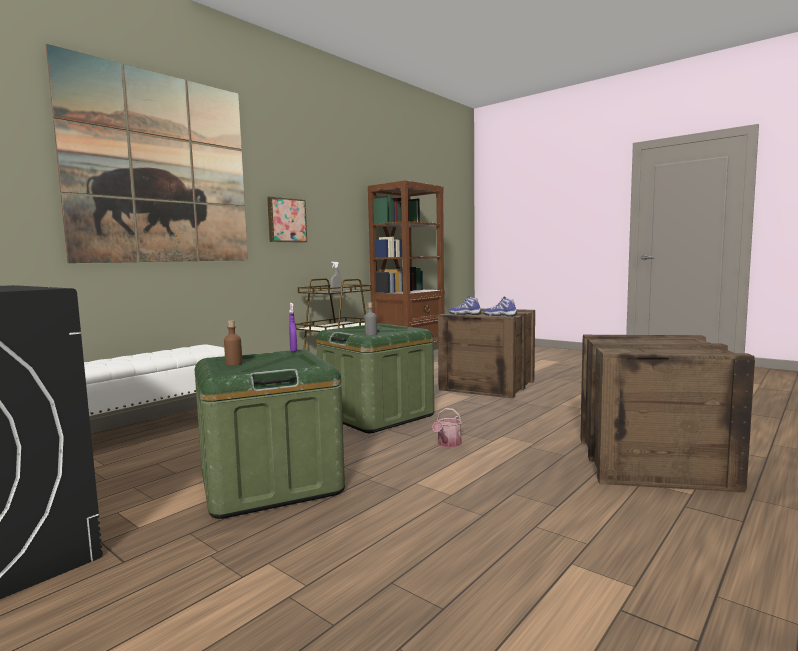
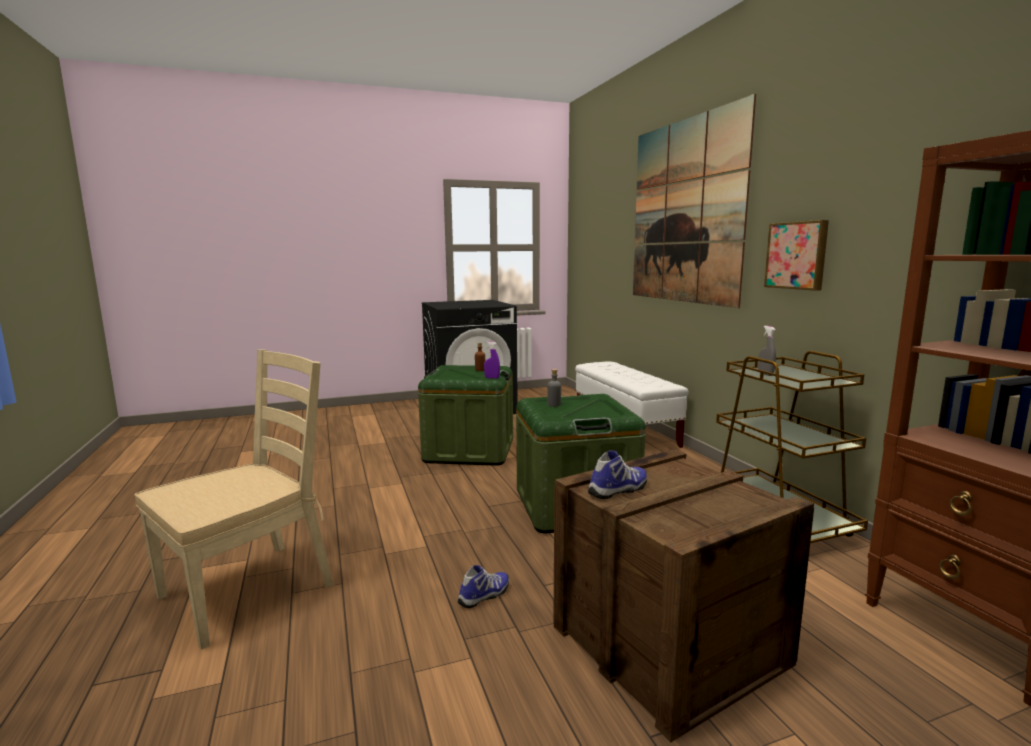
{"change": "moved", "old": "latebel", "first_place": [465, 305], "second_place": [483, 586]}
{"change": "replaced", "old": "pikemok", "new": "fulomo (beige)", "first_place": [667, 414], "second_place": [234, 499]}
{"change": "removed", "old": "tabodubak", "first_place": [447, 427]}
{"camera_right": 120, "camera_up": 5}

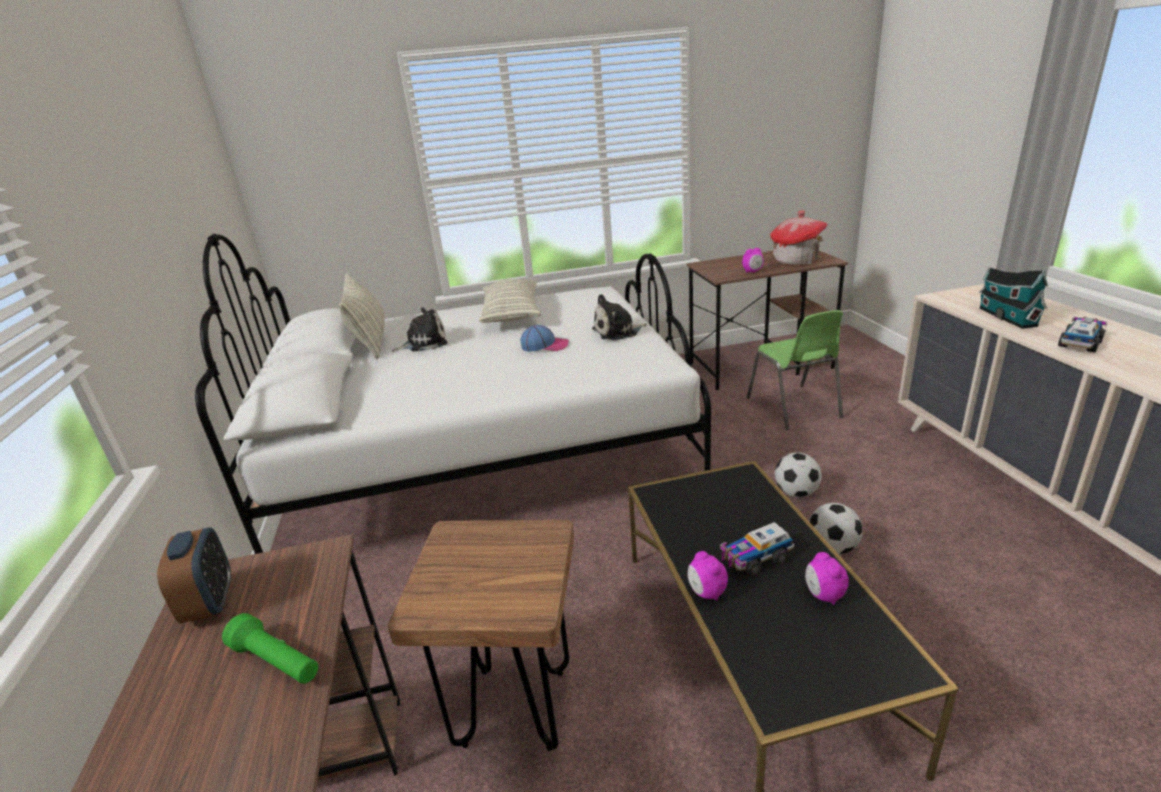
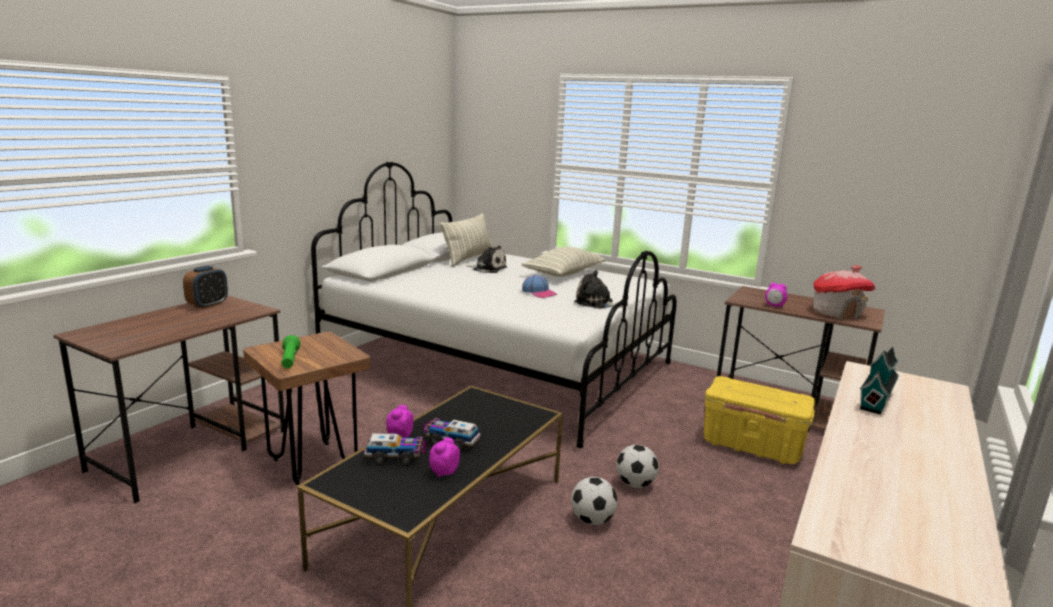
{"change": "replaced", "old": "fulomo (green)", "new": "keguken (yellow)", "first_place": [795, 370], "second_place": [760, 420]}
{"change": "moved", "old": "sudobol", "first_place": [1082, 335], "second_place": [395, 449]}
{"change": "moved", "old": "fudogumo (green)", "first_place": [270, 648], "second_place": [291, 351]}
{"camera_right": 40, "camera_up": -10}

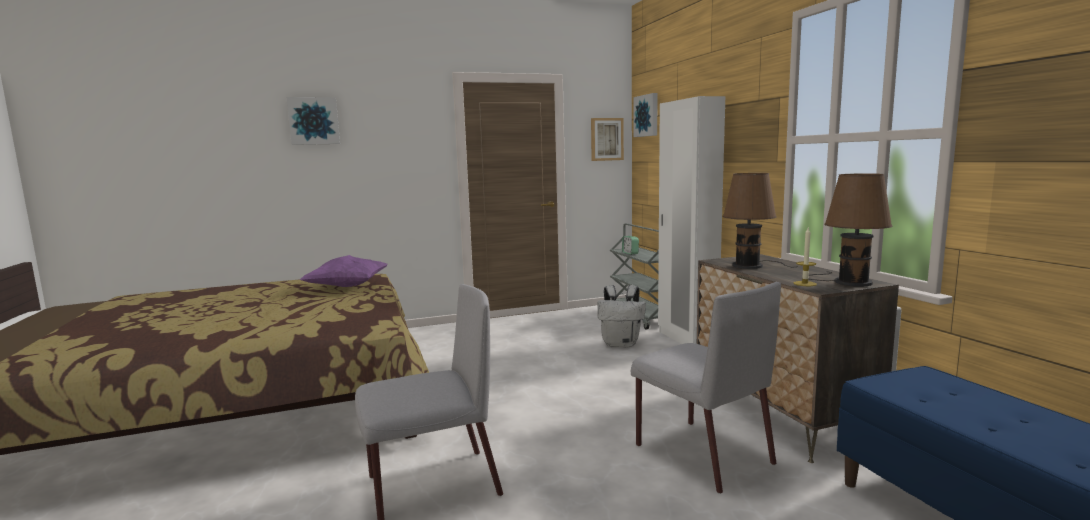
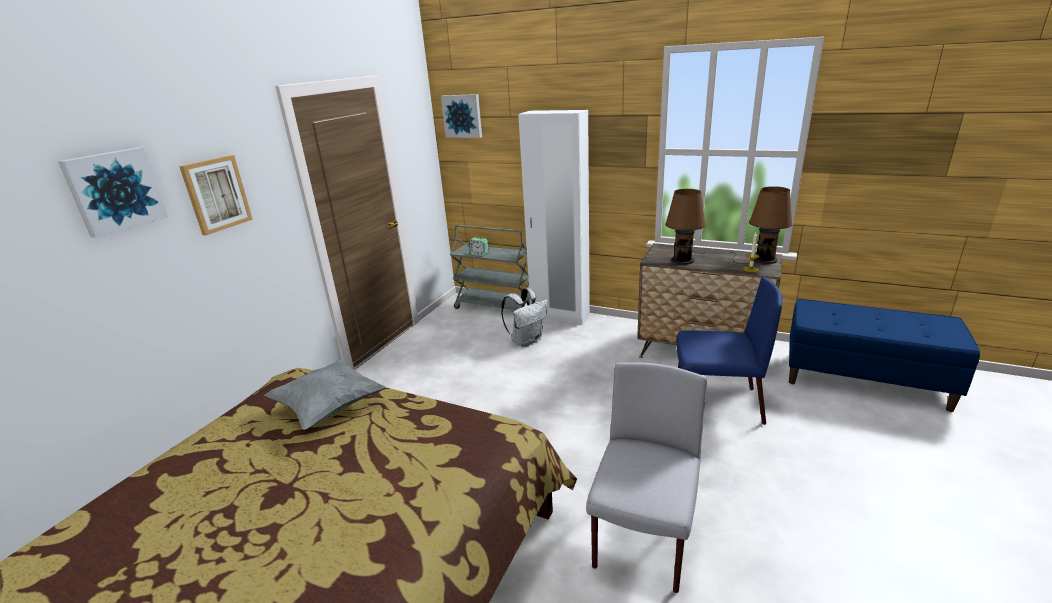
{"change": "moved", "old": "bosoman", "first_place": [607, 139], "second_place": [216, 195]}
{"change": "recoloured", "old": "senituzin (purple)", "new": "senituzin (grey)", "first_place": [343, 271], "second_place": [324, 394]}
{"change": "recoloured", "old": "fulomo (grey)", "new": "fulomo (blue)", "first_place": [706, 388], "second_place": [729, 351]}
{"camera_right": -45, "camera_up": 15}

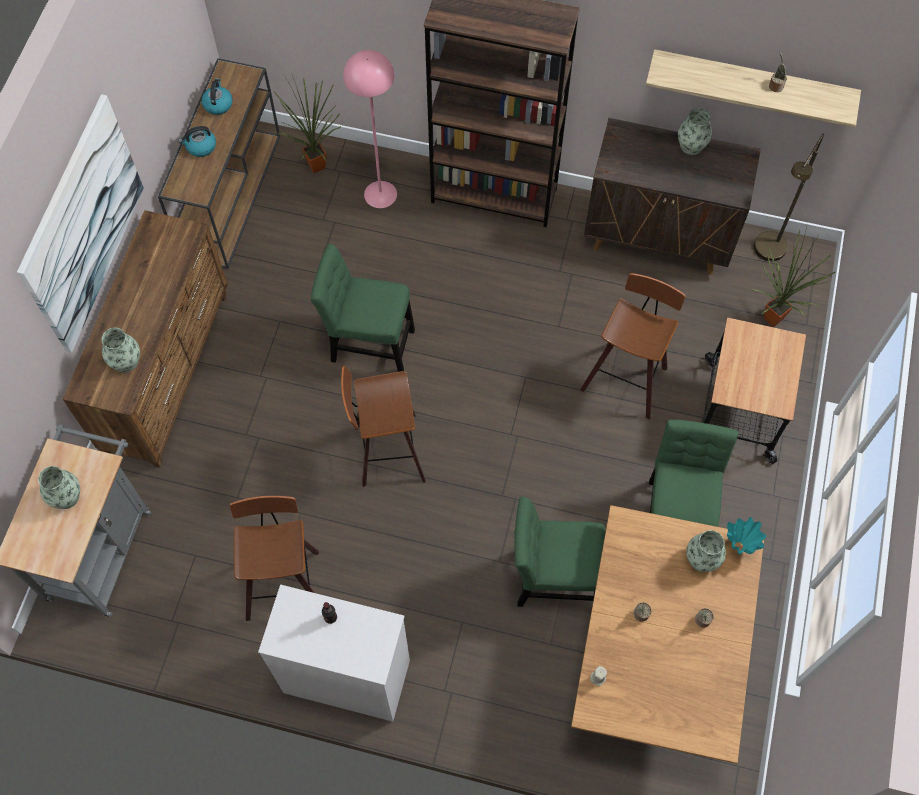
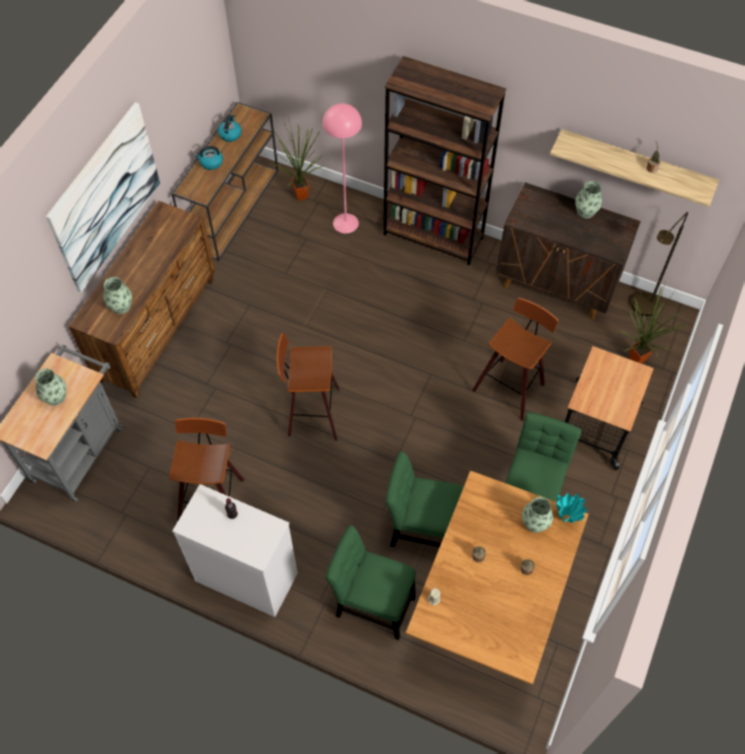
{"change": "moved", "old": "fulomo (green)", "first_place": [363, 308], "second_place": [370, 582]}
{"camera_right": 10, "camera_up": -5}

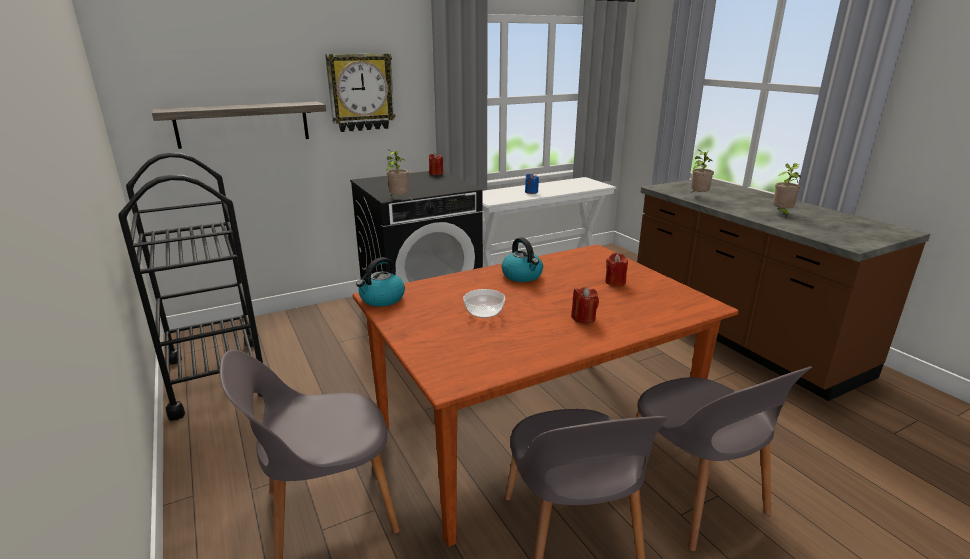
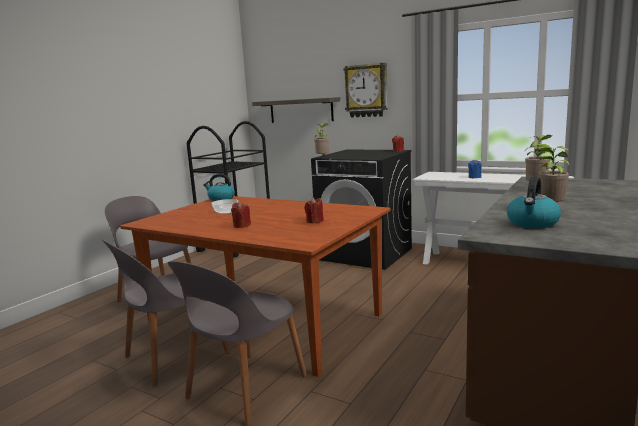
{"change": "moved", "old": "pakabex", "first_place": [522, 259], "second_place": [534, 202]}
{"camera_right": 60, "camera_up": -10}

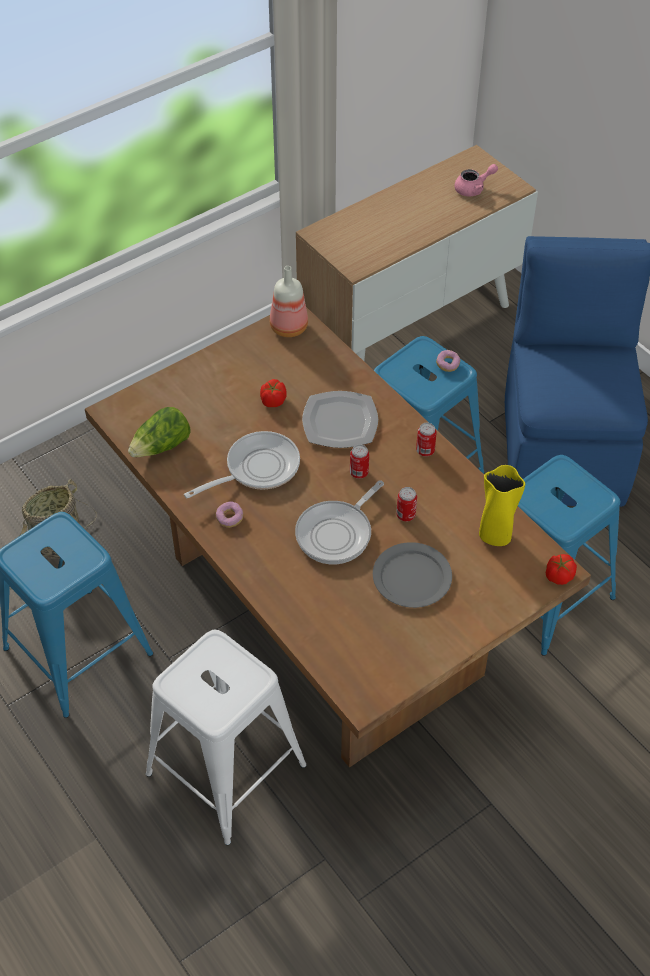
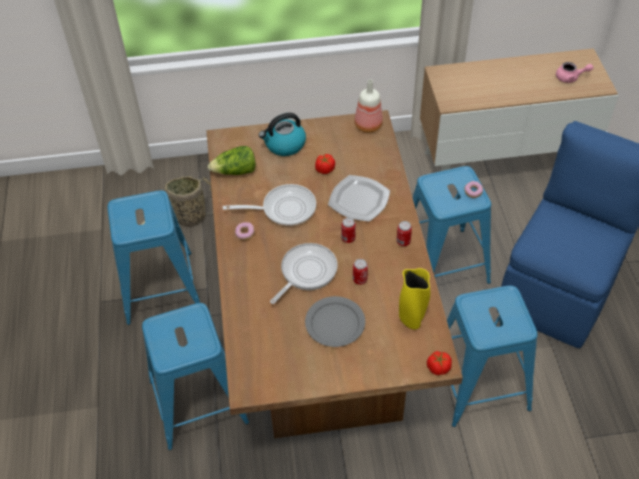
{"change": "turned", "old": "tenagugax", "first_place": [339, 522], "second_place": [304, 273], "degrees": 150}
{"change": "recoloured", "old": "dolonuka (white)", "new": "dolonuka (blue)", "first_place": [226, 737], "second_place": [195, 376]}
{"change": "added", "new": "pakabex", "second_place": [282, 134]}
{"camera_right": 30, "camera_up": 0}

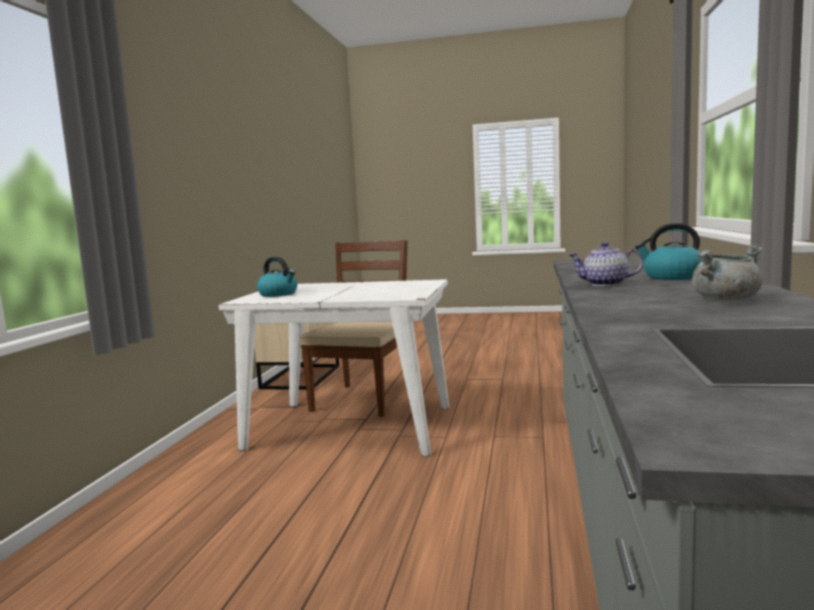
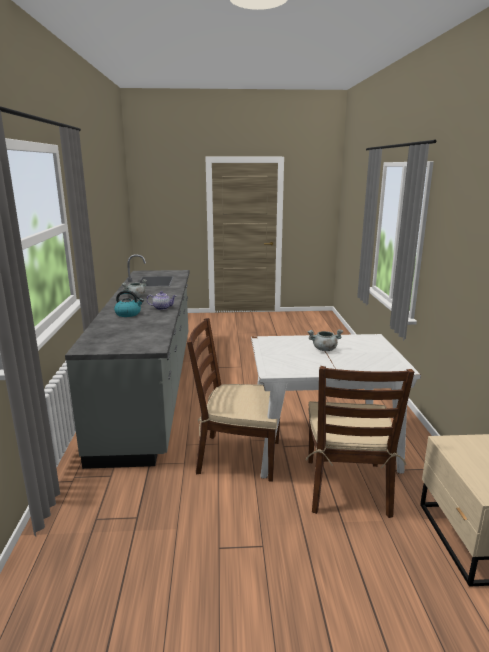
{"change": "removed", "old": "pakabex", "first_place": [277, 277]}
{"change": "added", "new": "fulomo (brown)", "second_place": [233, 400]}
{"change": "added", "new": "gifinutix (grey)", "second_place": [325, 340]}
{"camera_right": 165, "camera_up": 10}

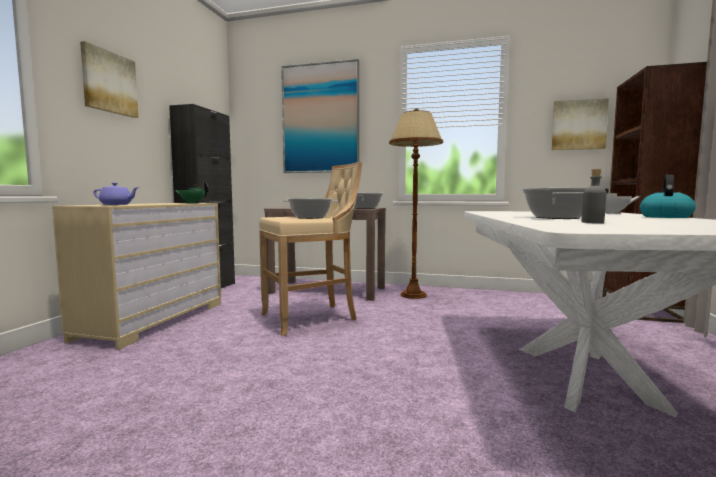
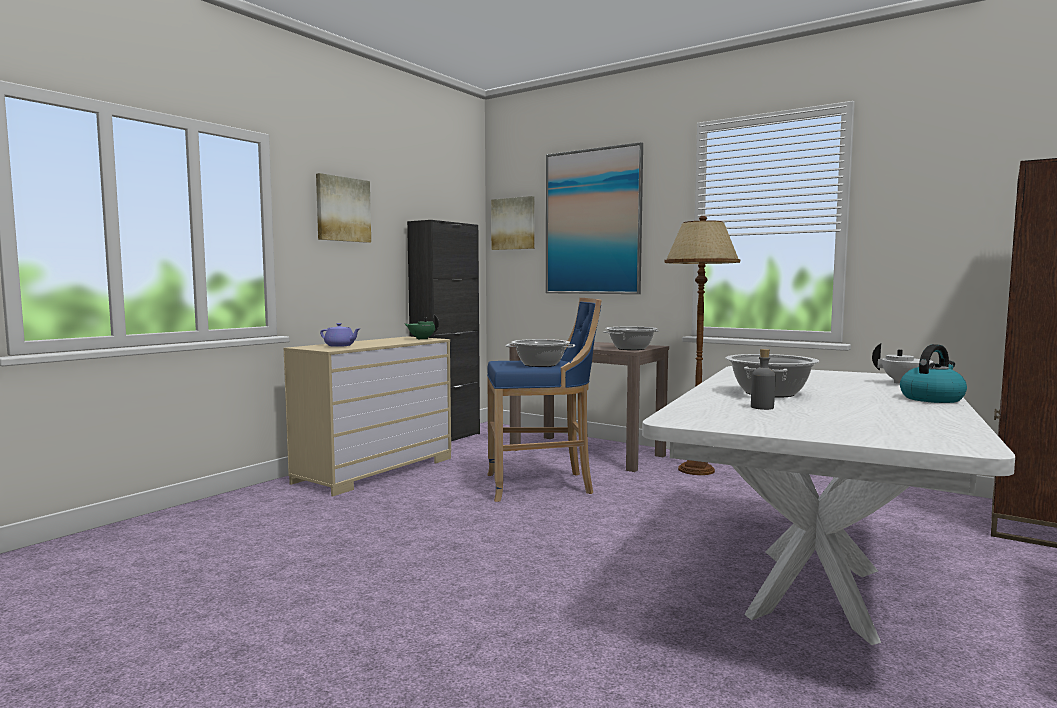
{"change": "moved", "old": "bosoman", "first_place": [580, 124], "second_place": [512, 223]}
{"change": "recoloured", "old": "dolonuka (beige)", "new": "dolonuka (blue)", "first_place": [310, 249], "second_place": [544, 400]}
{"camera_right": 20, "camera_up": 0}

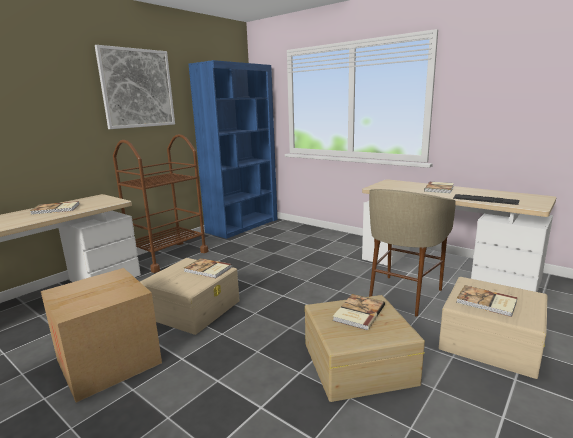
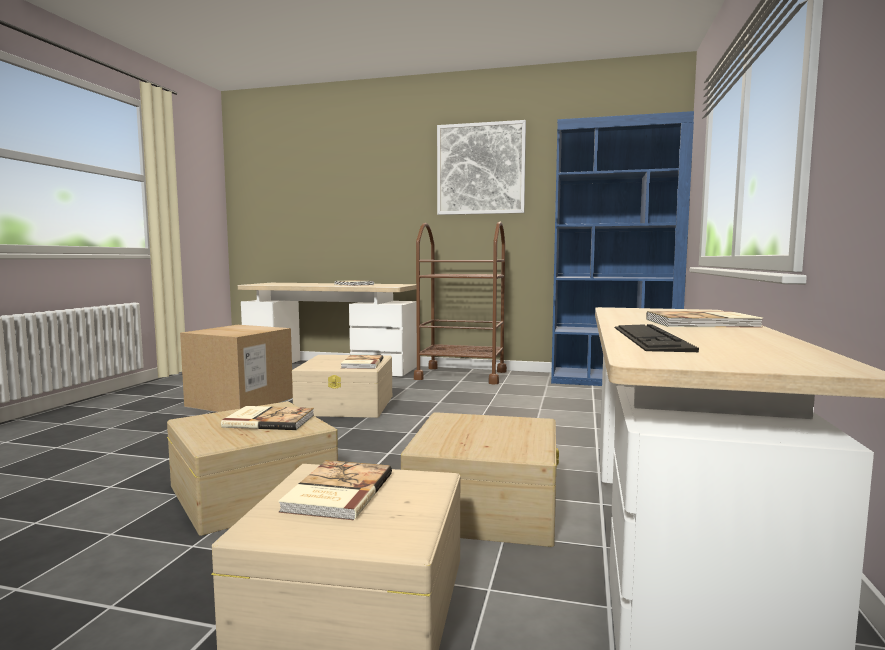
{"change": "replaced", "old": "dolonuka (beige)", "new": "keguken (beige)", "first_place": [412, 253], "second_place": [480, 479]}
{"camera_right": 65, "camera_up": -10}

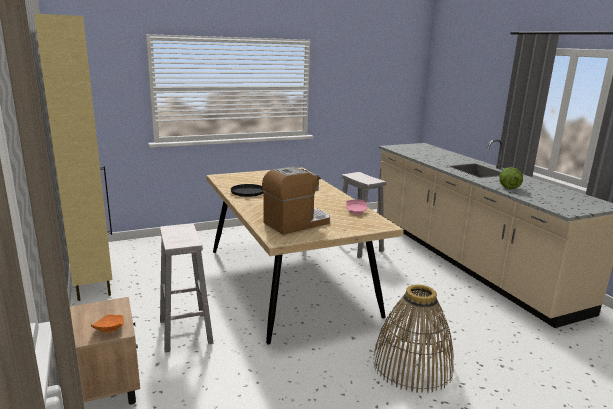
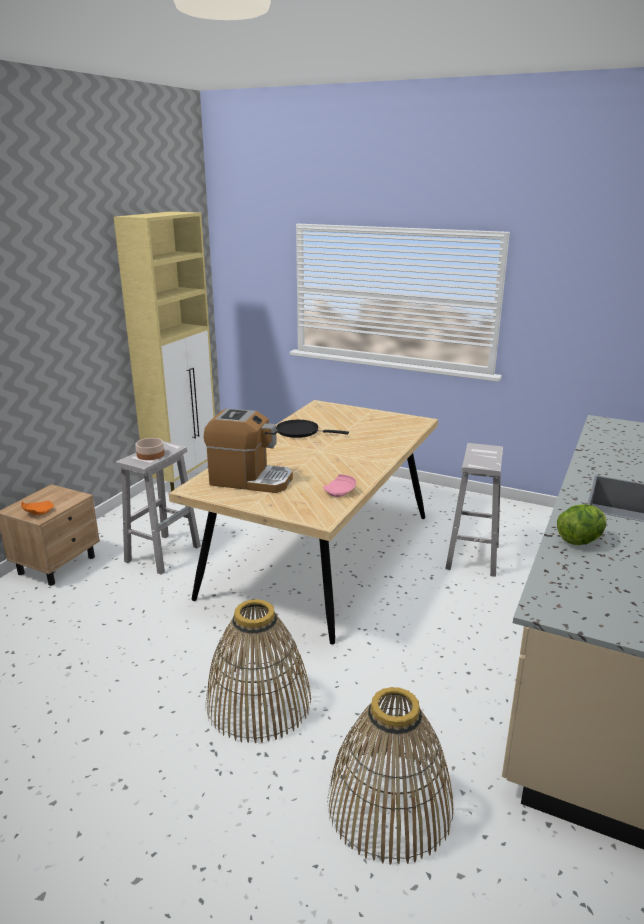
{"change": "added", "new": "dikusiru", "second_place": [150, 449]}
{"change": "added", "new": "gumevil", "second_place": [390, 776]}
{"camera_right": 50, "camera_up": 5}

